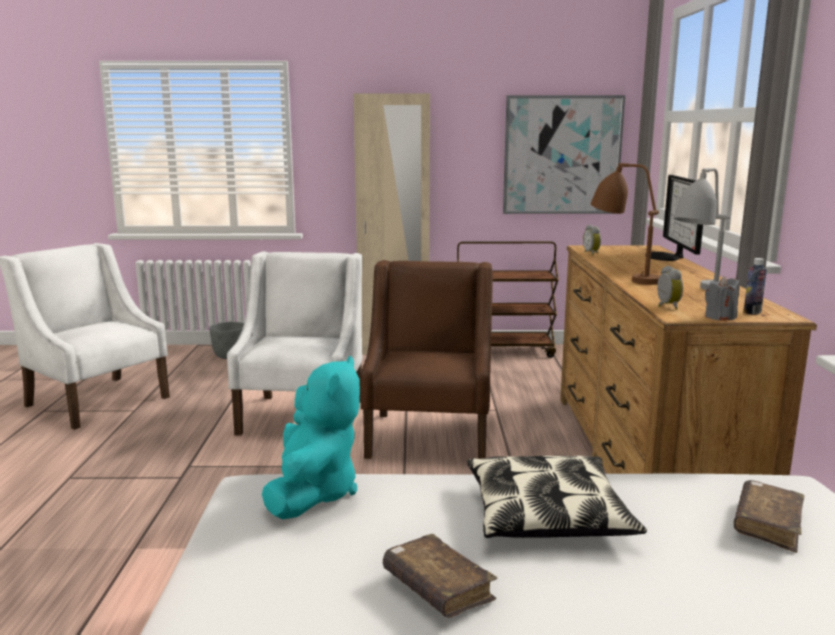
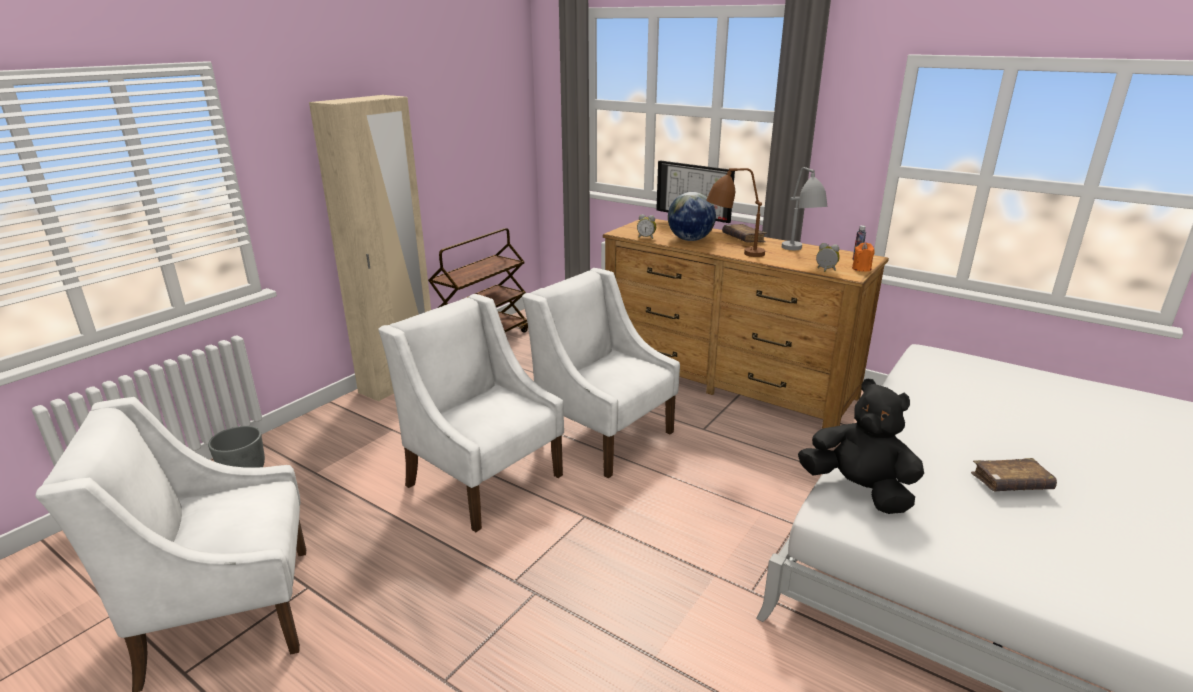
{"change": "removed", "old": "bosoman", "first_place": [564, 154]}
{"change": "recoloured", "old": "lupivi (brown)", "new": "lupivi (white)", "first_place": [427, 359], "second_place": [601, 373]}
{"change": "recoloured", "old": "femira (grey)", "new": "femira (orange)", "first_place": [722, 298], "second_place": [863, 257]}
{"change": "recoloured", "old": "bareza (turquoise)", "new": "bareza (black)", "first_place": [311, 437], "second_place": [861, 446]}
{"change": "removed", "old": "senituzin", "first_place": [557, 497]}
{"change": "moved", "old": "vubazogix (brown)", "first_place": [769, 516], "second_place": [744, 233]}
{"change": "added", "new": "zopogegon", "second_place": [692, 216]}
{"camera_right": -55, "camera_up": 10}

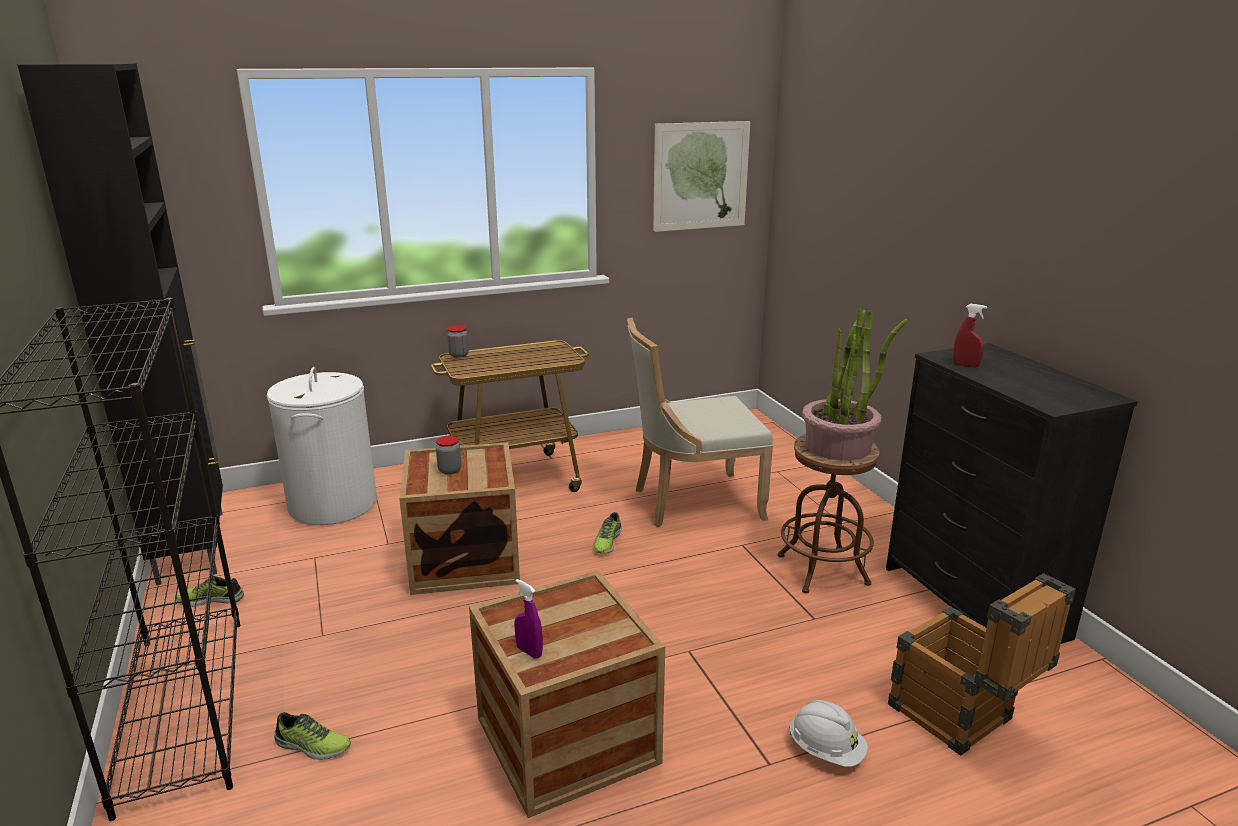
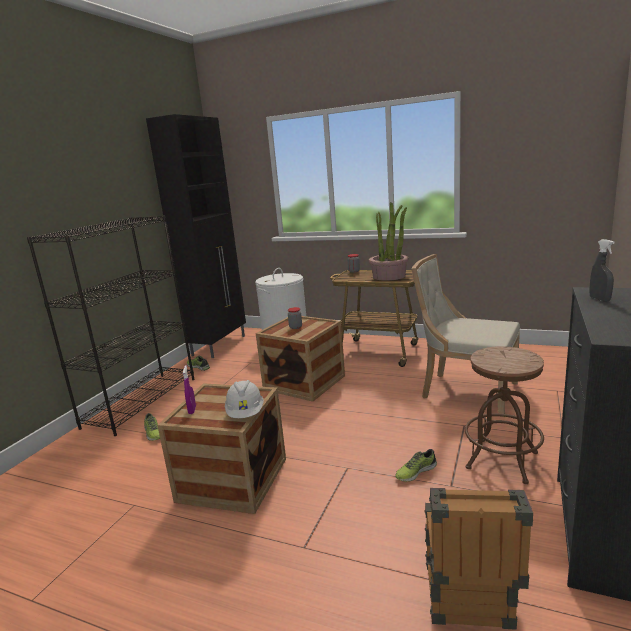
{"change": "removed", "old": "bosoman", "first_place": [701, 176]}
{"change": "recoloured", "old": "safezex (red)", "new": "safezex (grey)", "first_place": [970, 336], "second_place": [602, 270]}
{"change": "moved", "old": "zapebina", "first_place": [854, 384], "second_place": [388, 241]}
{"change": "moved", "old": "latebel", "first_place": [607, 533], "second_place": [416, 465]}
{"change": "moved", "old": "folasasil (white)", "first_place": [828, 733], "second_place": [244, 399]}
{"camera_right": 45, "camera_up": -5}

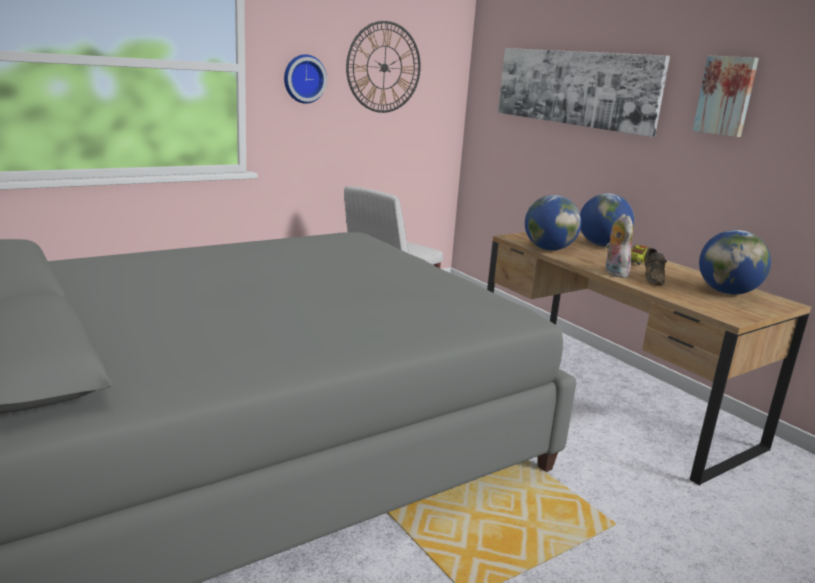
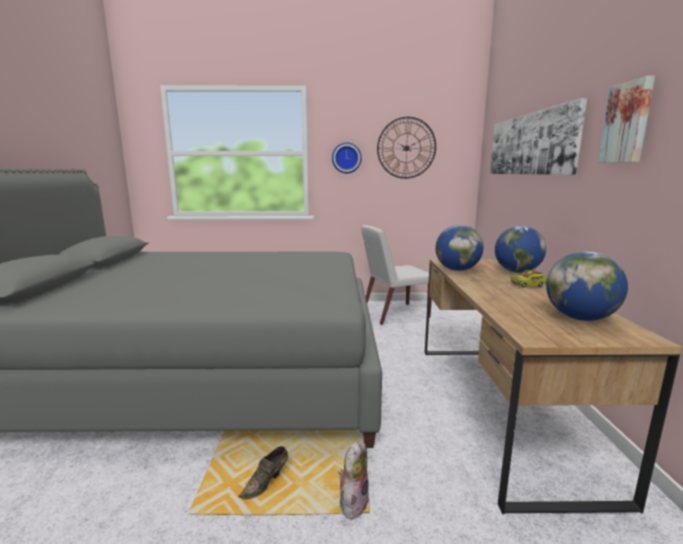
{"change": "moved", "old": "bareza", "first_place": [619, 246], "second_place": [353, 480]}
{"change": "moved", "old": "latebel (brown)", "first_place": [655, 267], "second_place": [263, 472]}
{"camera_right": 35, "camera_up": -5}

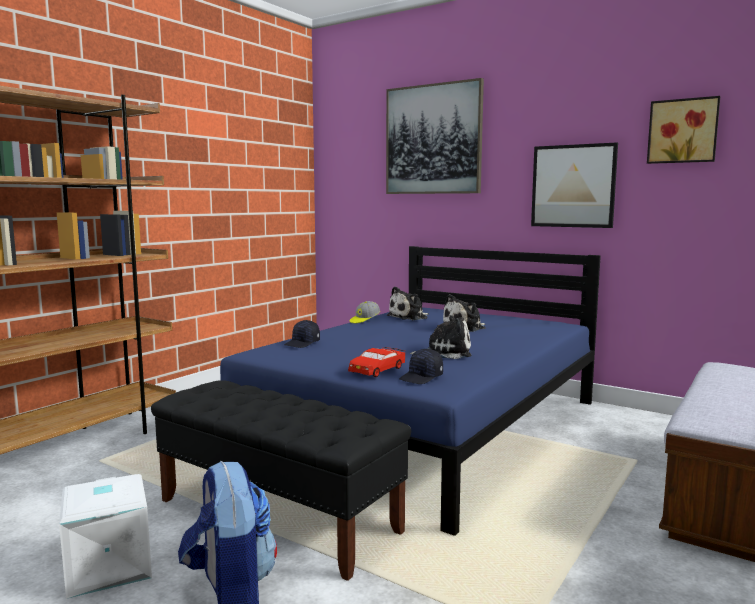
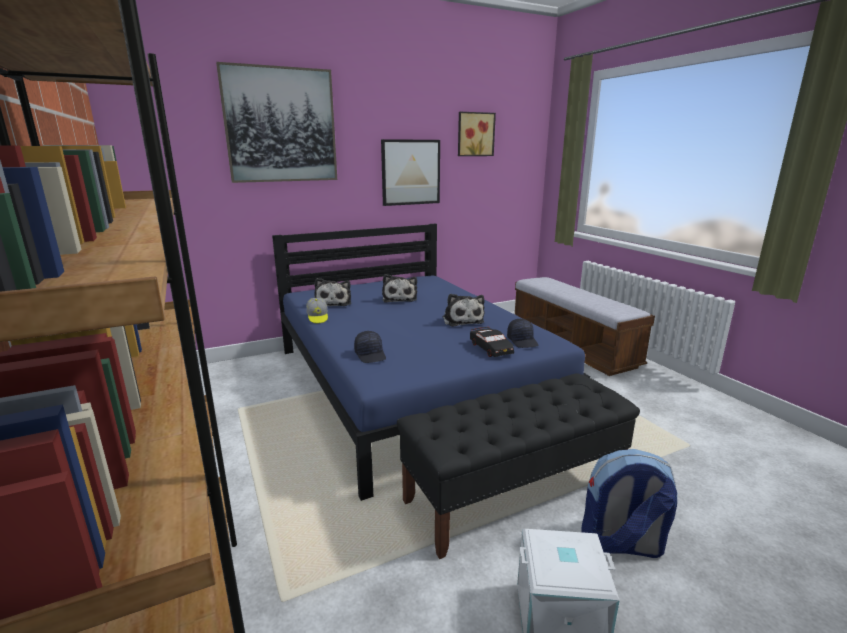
{"change": "turned", "old": "bareza", "first_place": [440, 337], "second_place": [464, 310], "degrees": 135}
{"change": "recoloured", "old": "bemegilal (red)", "new": "bemegilal (black)", "first_place": [376, 362], "second_place": [492, 342]}
{"camera_right": -60, "camera_up": 10}

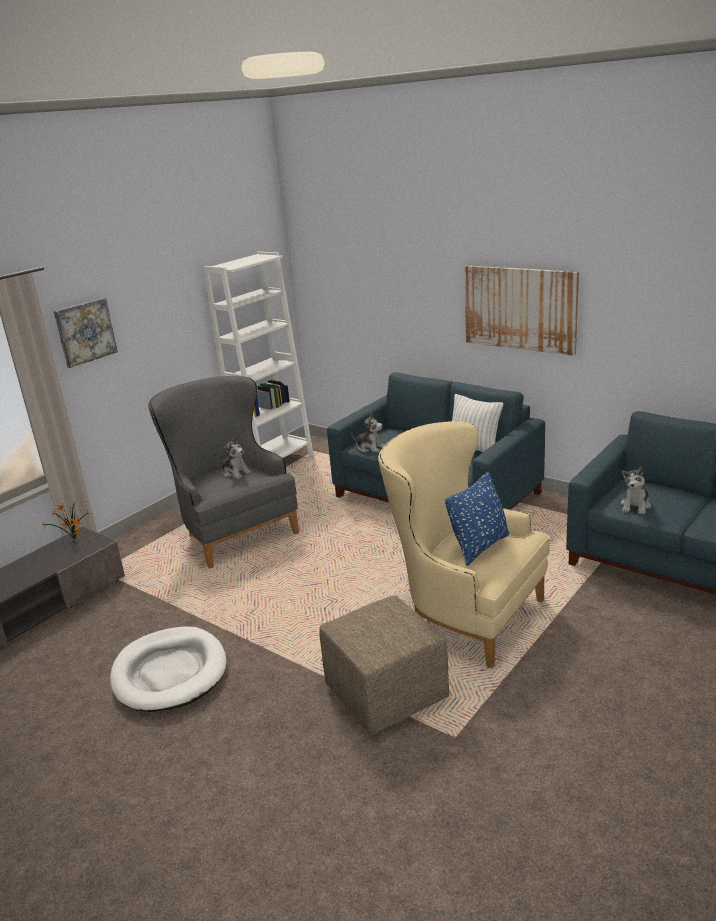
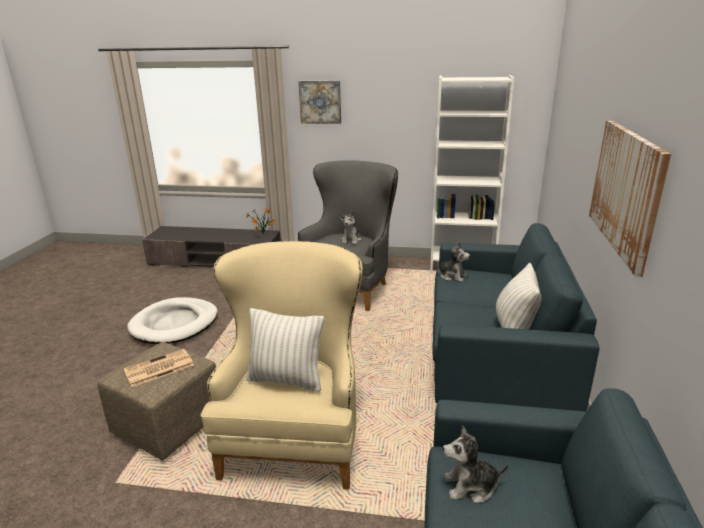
{"change": "turned", "old": "bareza", "first_place": [368, 433], "second_place": [452, 262], "degrees": -60}
{"change": "recoloured", "old": "senituzin (blue)", "new": "senituzin (white)", "first_place": [477, 519], "second_place": [285, 350]}
{"change": "added", "new": "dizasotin", "second_place": [159, 368]}
{"camera_right": 60, "camera_up": 0}

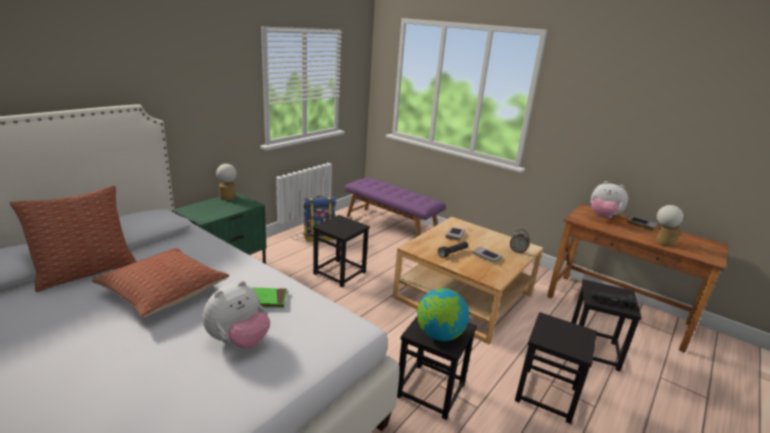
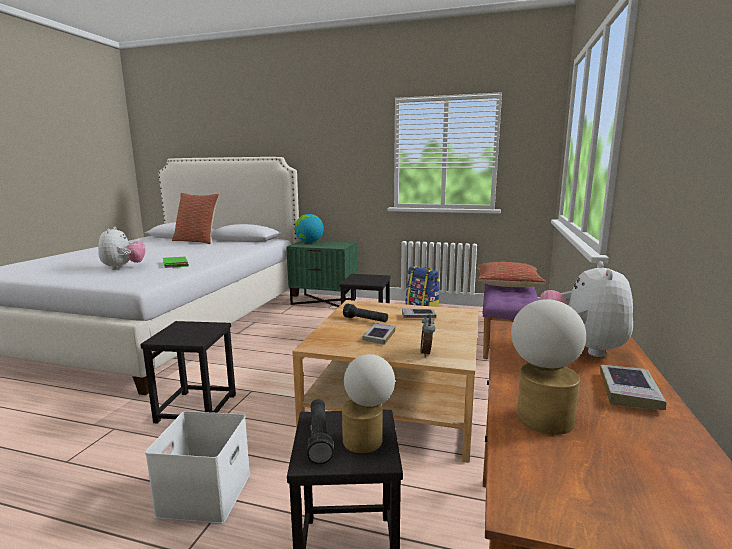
{"change": "moved", "old": "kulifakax", "first_place": [226, 182], "second_place": [368, 403]}
{"change": "moved", "old": "senituzin", "first_place": [160, 282], "second_place": [512, 274]}
{"change": "turned", "old": "bareza", "first_place": [236, 314], "second_place": [122, 248], "degrees": -120}
{"change": "moved", "old": "zopogegon", "first_place": [443, 314], "second_place": [309, 228]}
{"change": "replaced", "old": "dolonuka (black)", "new": "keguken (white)", "first_place": [556, 368], "second_place": [197, 467]}
{"camera_right": 70, "camera_up": -10}

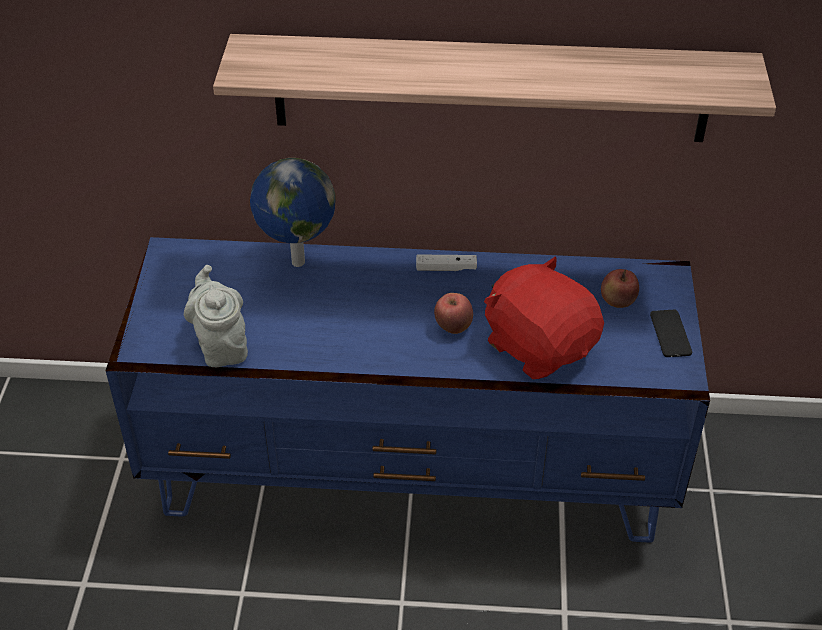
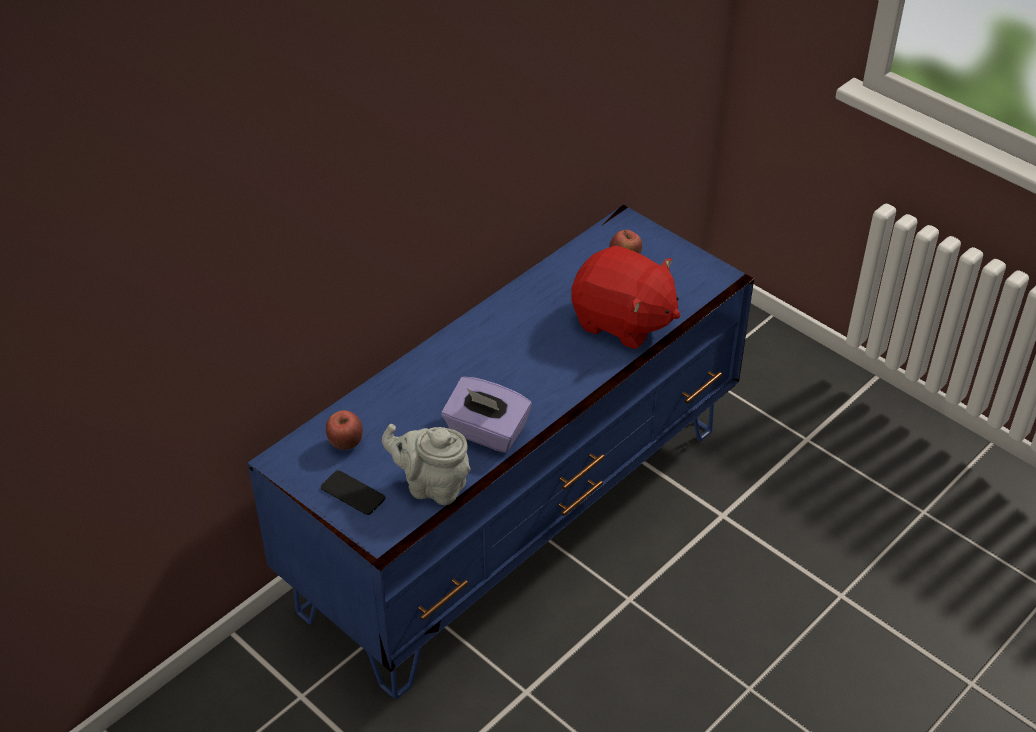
{"change": "removed", "old": "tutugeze", "first_place": [494, 88]}
{"change": "removed", "old": "zopogegon", "first_place": [293, 212]}
{"change": "removed", "old": "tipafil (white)", "first_place": [446, 262]}
{"change": "turned", "old": "bareza (red)", "first_place": [544, 317], "second_place": [625, 297], "degrees": -150}
{"change": "moved", "old": "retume", "first_place": [453, 313], "second_place": [344, 430]}
{"change": "moved", "old": "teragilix", "first_place": [671, 333], "second_place": [353, 492]}
{"change": "added", "new": "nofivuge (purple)", "second_place": [486, 415]}
{"camera_right": -50, "camera_up": 0}

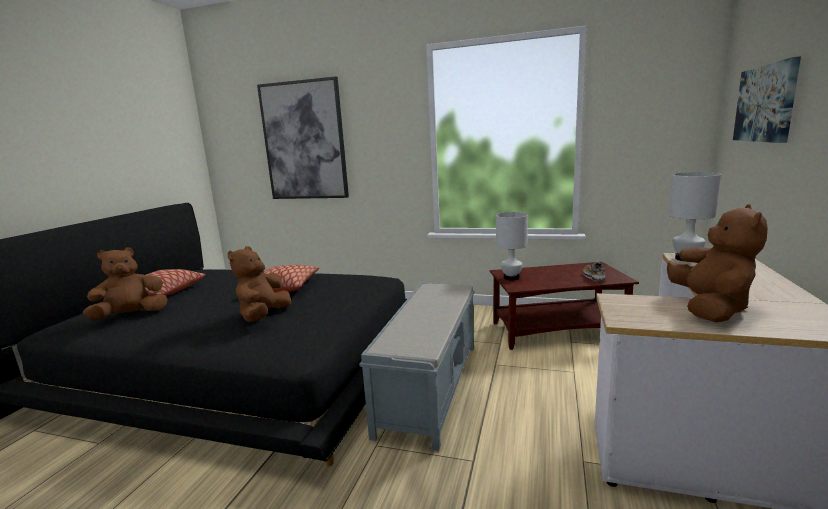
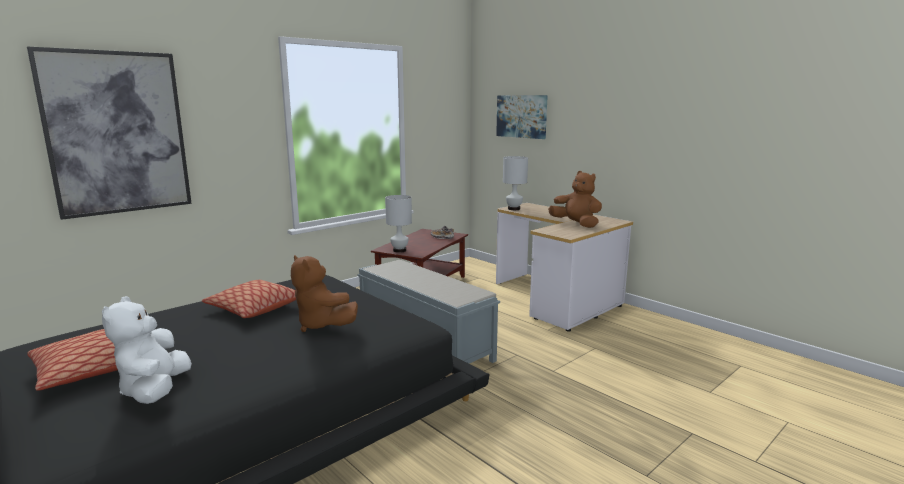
{"change": "recoloured", "old": "bareza (brown)", "new": "bareza (white)", "first_place": [125, 283], "second_place": [147, 350]}
{"camera_right": -60, "camera_up": 0}

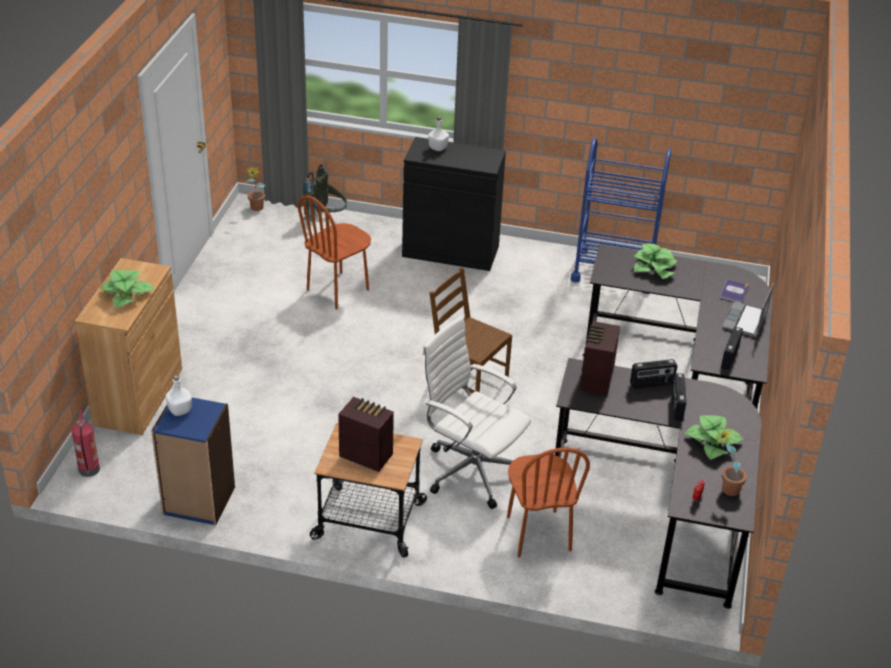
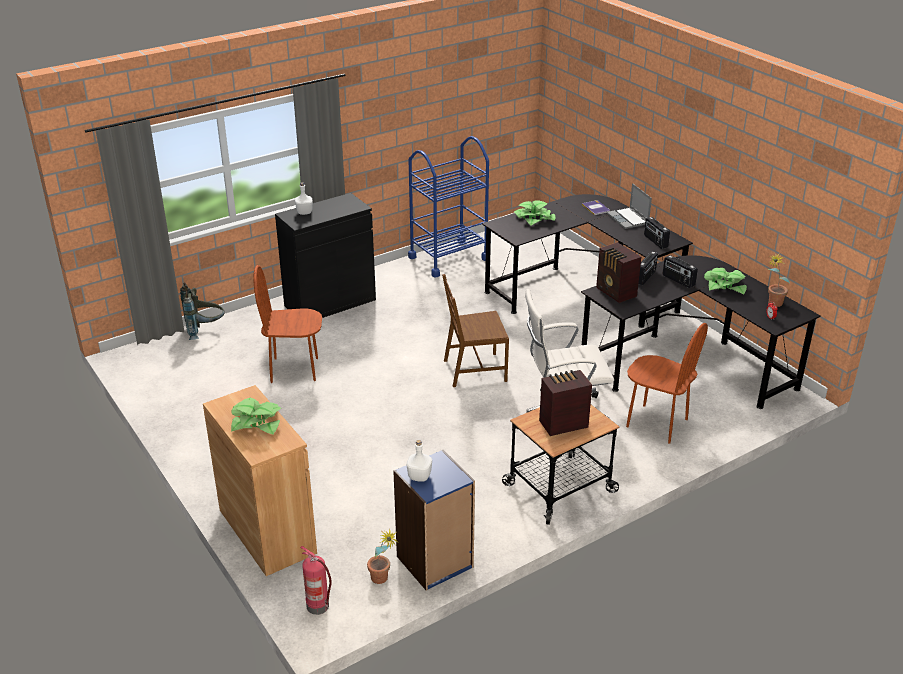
{"change": "moved", "old": "zapebina", "first_place": [255, 188], "second_place": [383, 556]}
{"change": "turned", "old": "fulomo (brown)", "first_place": [334, 252], "second_place": [288, 324], "degrees": 90}
{"camera_right": -45, "camera_up": -5}

